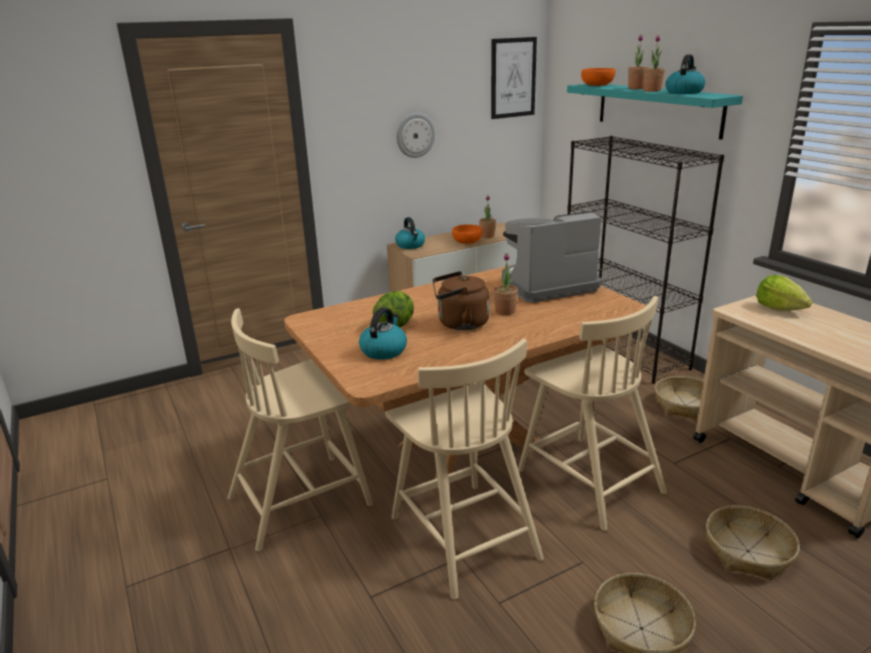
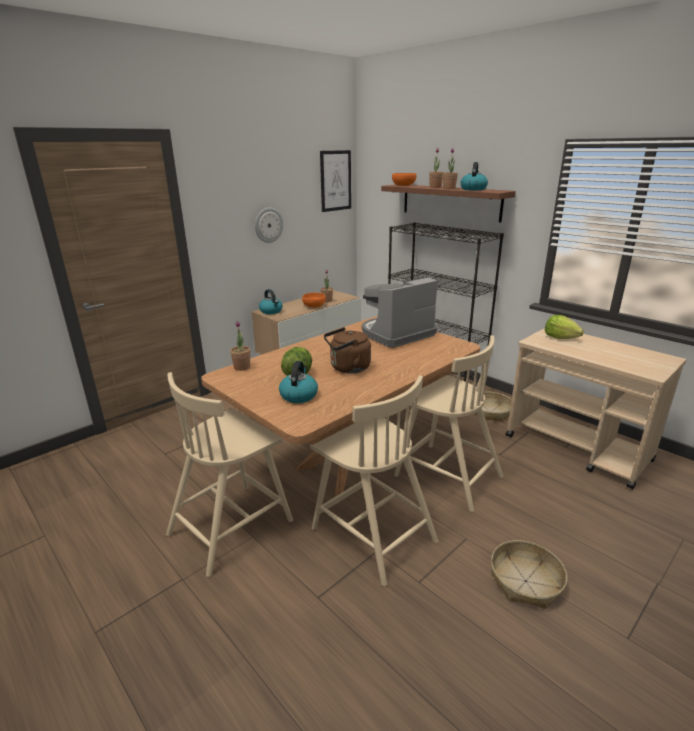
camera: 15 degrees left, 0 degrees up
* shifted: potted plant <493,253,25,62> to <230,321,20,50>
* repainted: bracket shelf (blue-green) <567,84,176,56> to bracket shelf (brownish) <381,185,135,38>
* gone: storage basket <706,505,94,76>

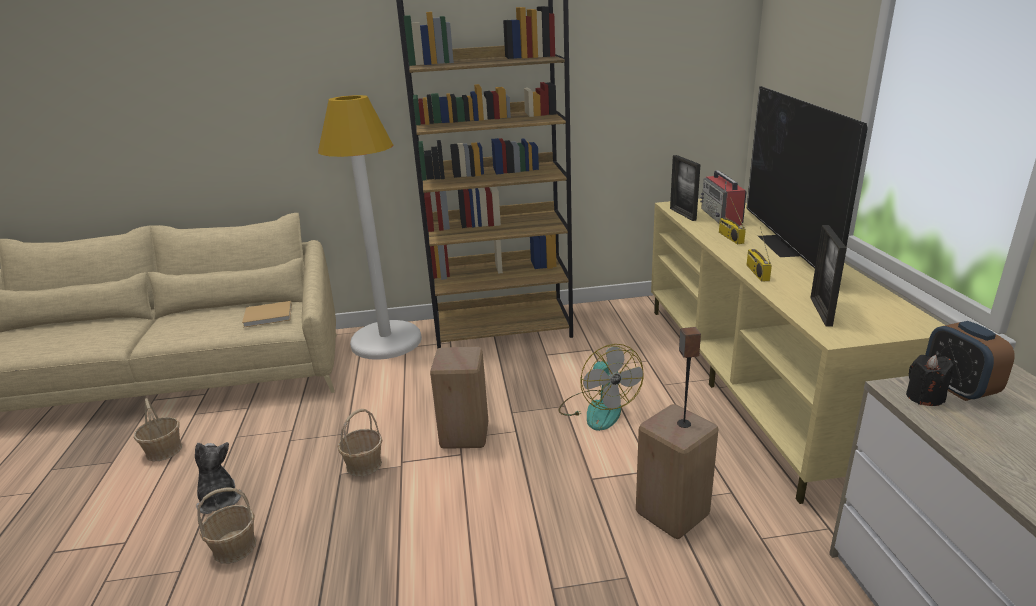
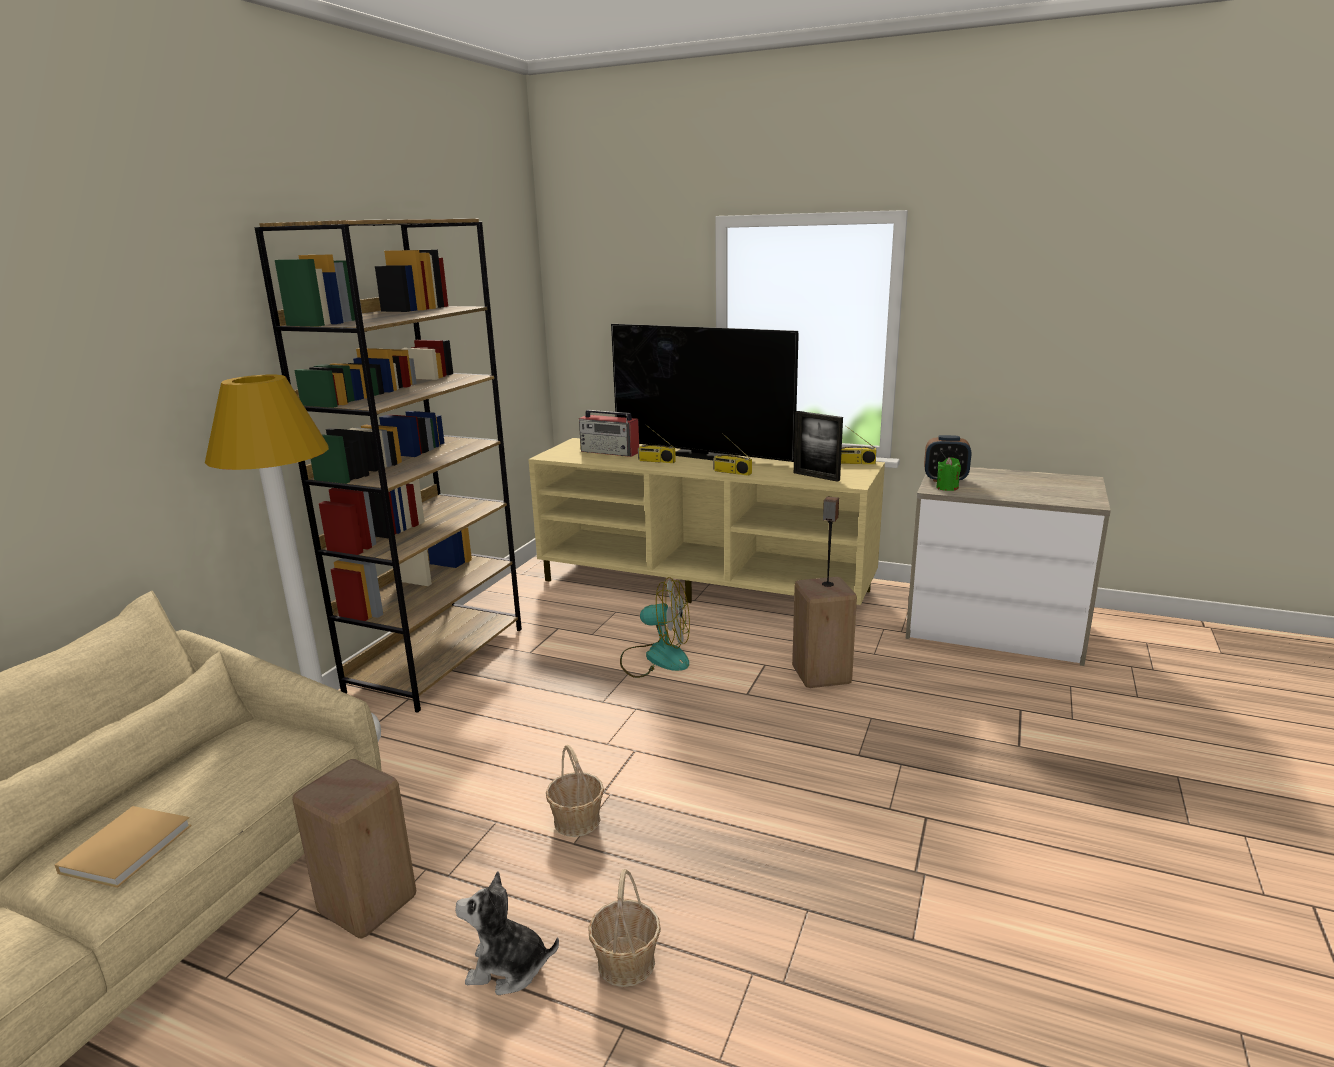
camera: 60 degrees left, 5 degrees down
* gone: storage basket <134,398,48,63>
* shifted: bound book (beige) <242,301,50,27> to <55,806,137,82>
* shifted: sitting stool (beige) <430,347,58,102> to <292,759,124,180>
* gone: picture frame <670,155,31,66>
* repainted: wax candle (blackish) <906,355,47,51> to wax candle (green-coloured) <936,457,25,34>
* new: radio set <841,425,35,39>

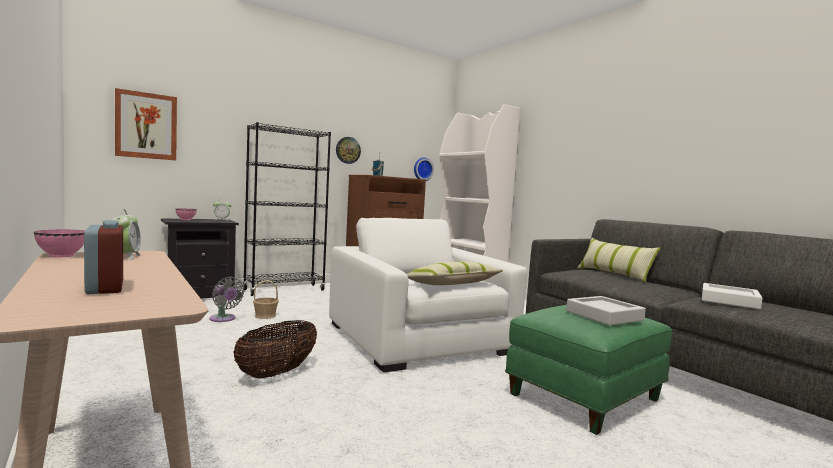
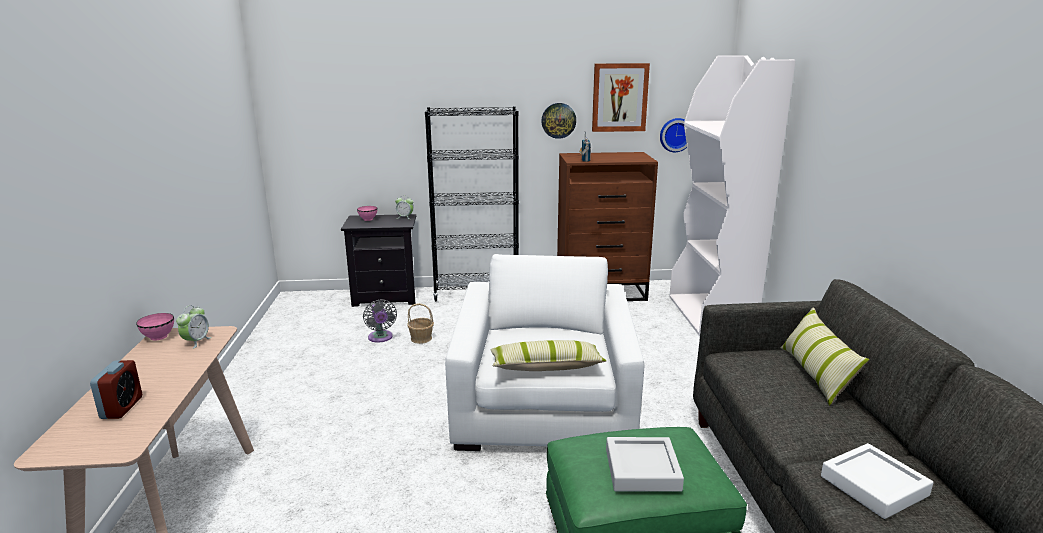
camera: 30 degrees right, 15 degrees up
* shifted: wall picture <115,88,62,72> to <592,63,58,69>
* gone: storage basket <233,320,84,59>

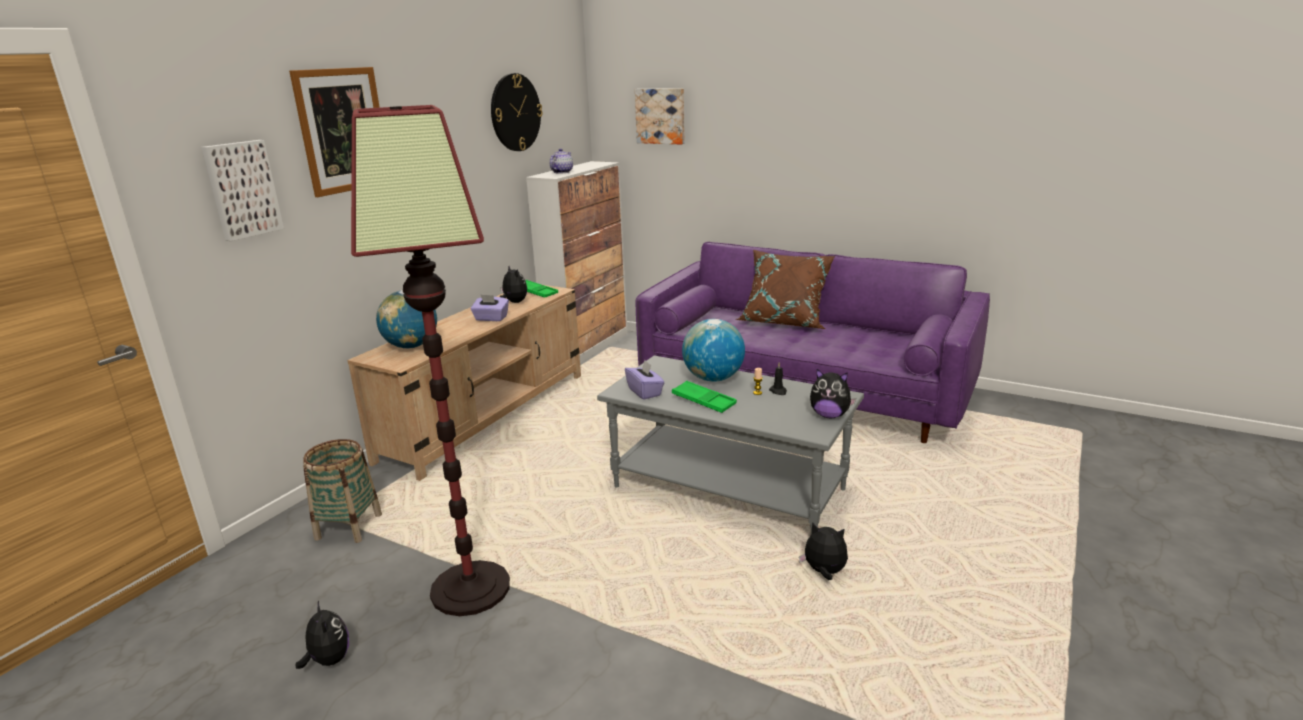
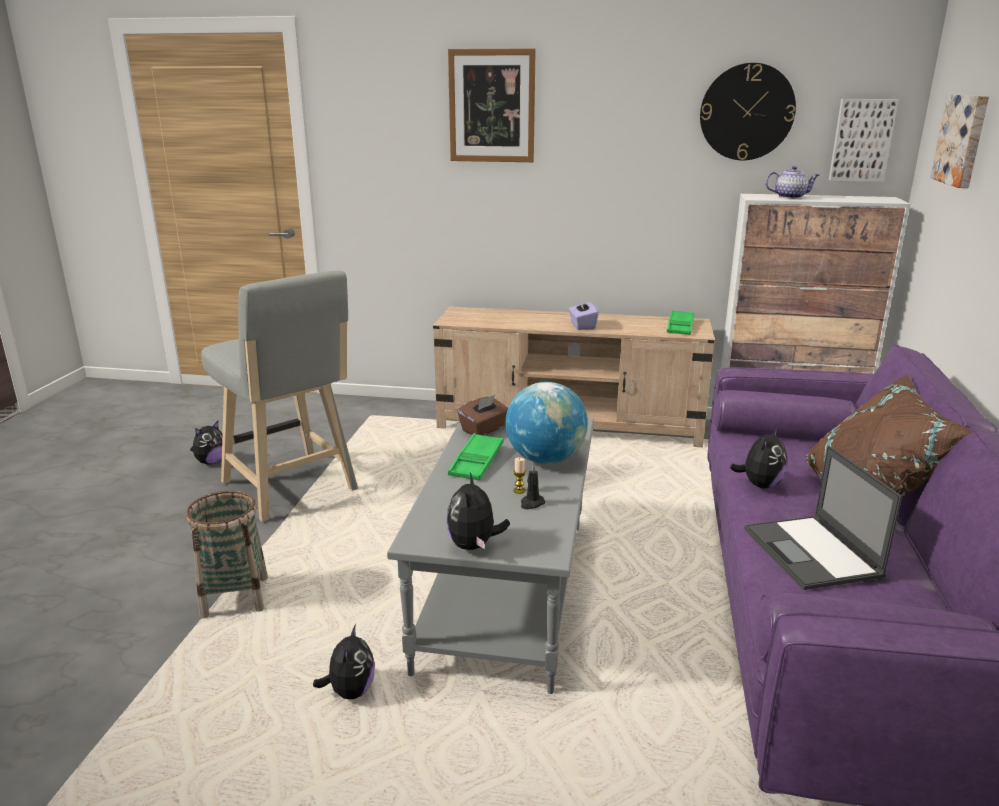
camera: 70 degrees right, 0 degrees up
* shifted: wall picture <202,140,82,101> to <829,99,70,83>
* shifted: storage basket <303,439,79,104> to <186,491,82,127>
* swapped: standing lamp <351,105,159,511> to sitting stool (gray) <201,271,157,251>
* gone: world globe <376,290,61,59>
* shifted: soft toy <500,266,27,37> to <730,428,57,60>
* repainted: box of tissues (purplish) <625,360,40,40> to box of tissues (brownish) <458,394,50,42>
* new: portable computer <744,445,158,145>

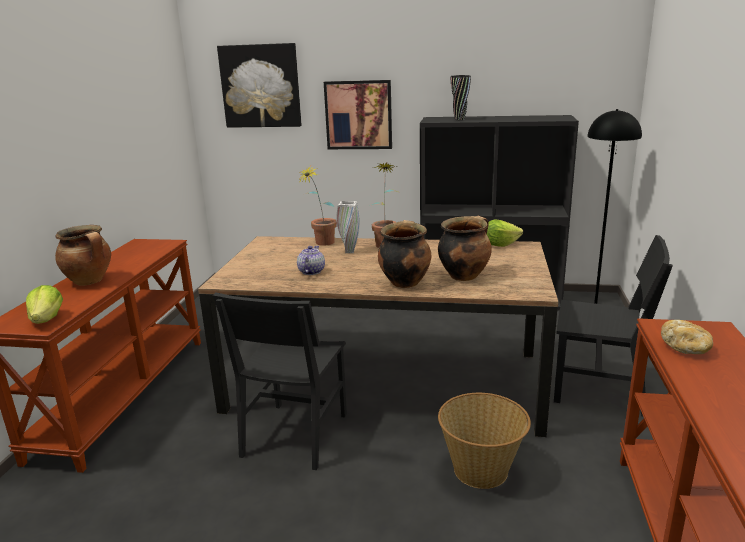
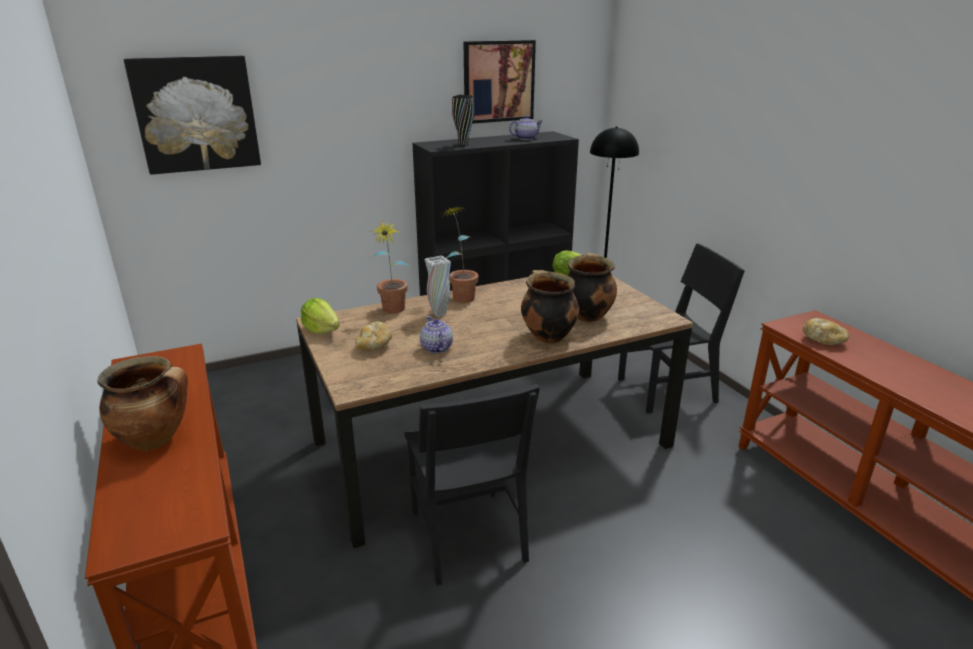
camera: 35 degrees left, 5 degrees up
* shifted: lettuce head <26,285,37,39> to <301,298,39,36>
* shifted: wall picture <324,80,68,69> to <464,40,72,84>
* gone: storage basket <438,393,93,96>
* new: bread <355,321,37,30>
* new: teapot <509,116,33,24>

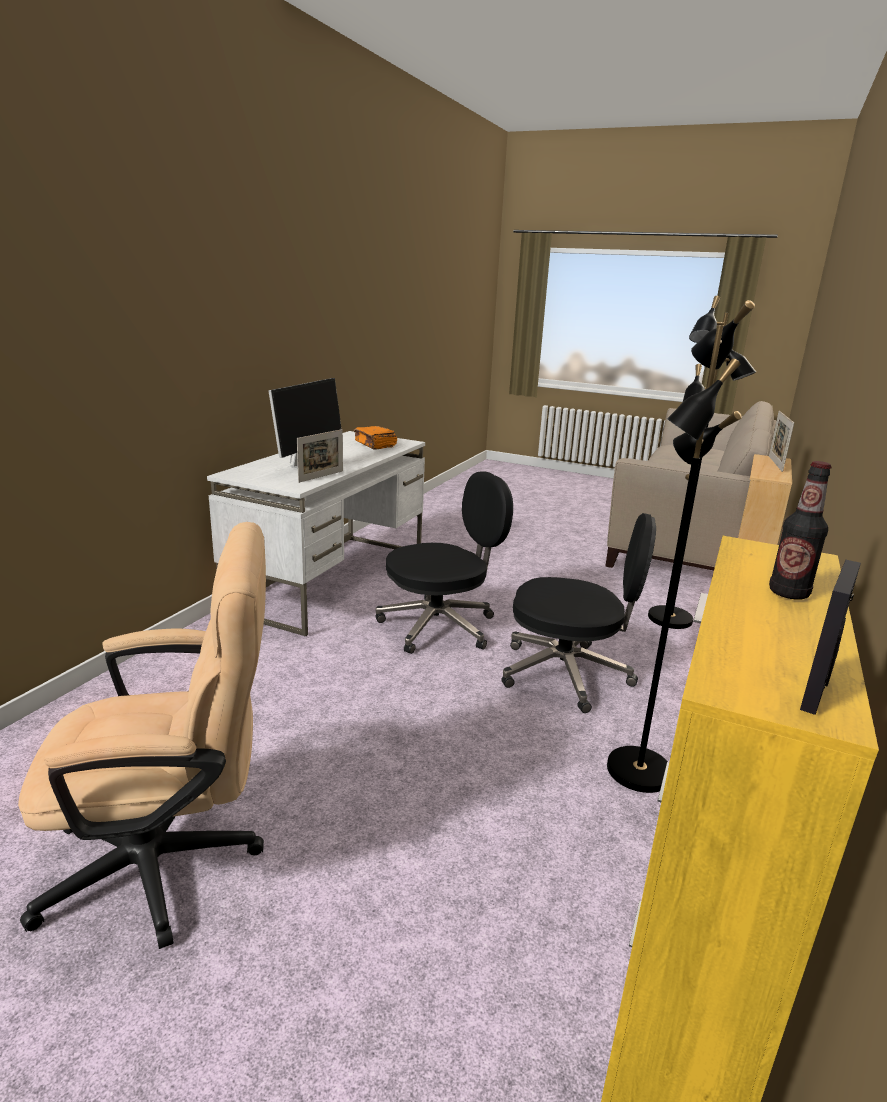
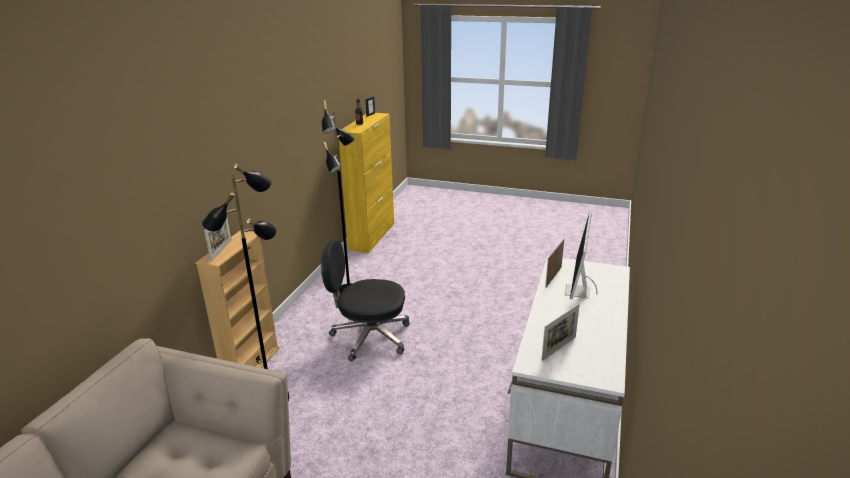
camera: 175 degrees right, 5 degrees up
* gone: office chair (beige) <18,522,248,427>
* swapped: bound book (orangey) <353,426,44,24> to picture frame <541,304,39,57>
* gone: office chair (blackish) <375,471,138,183>

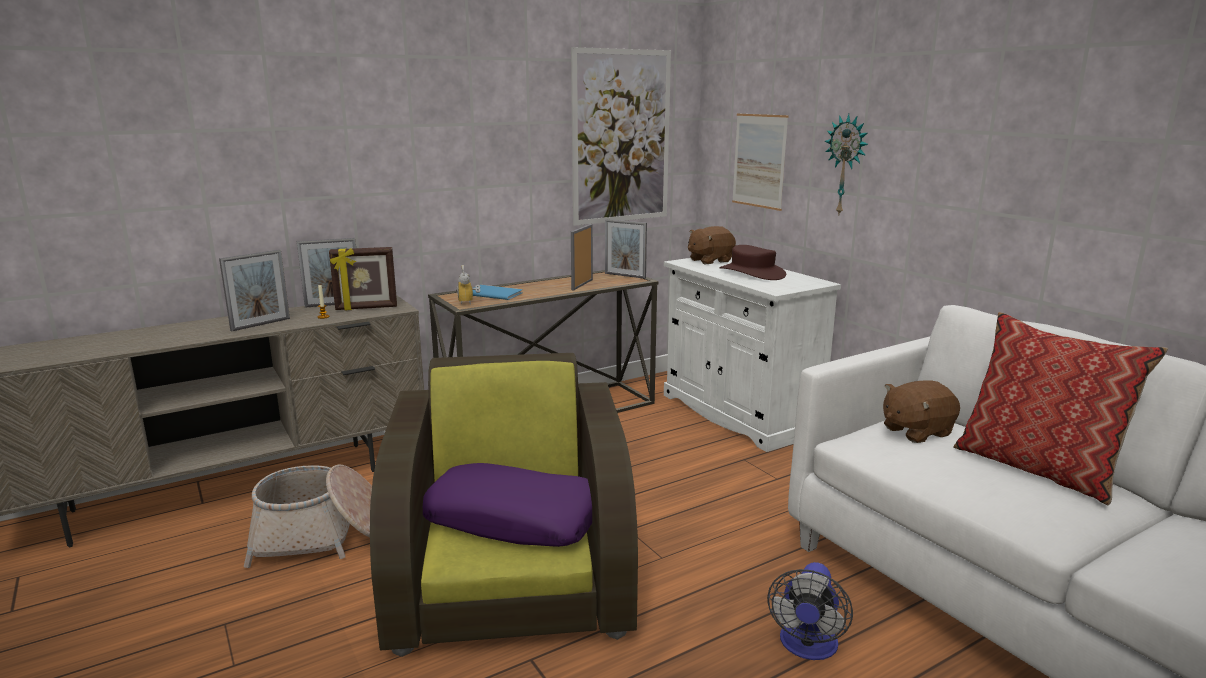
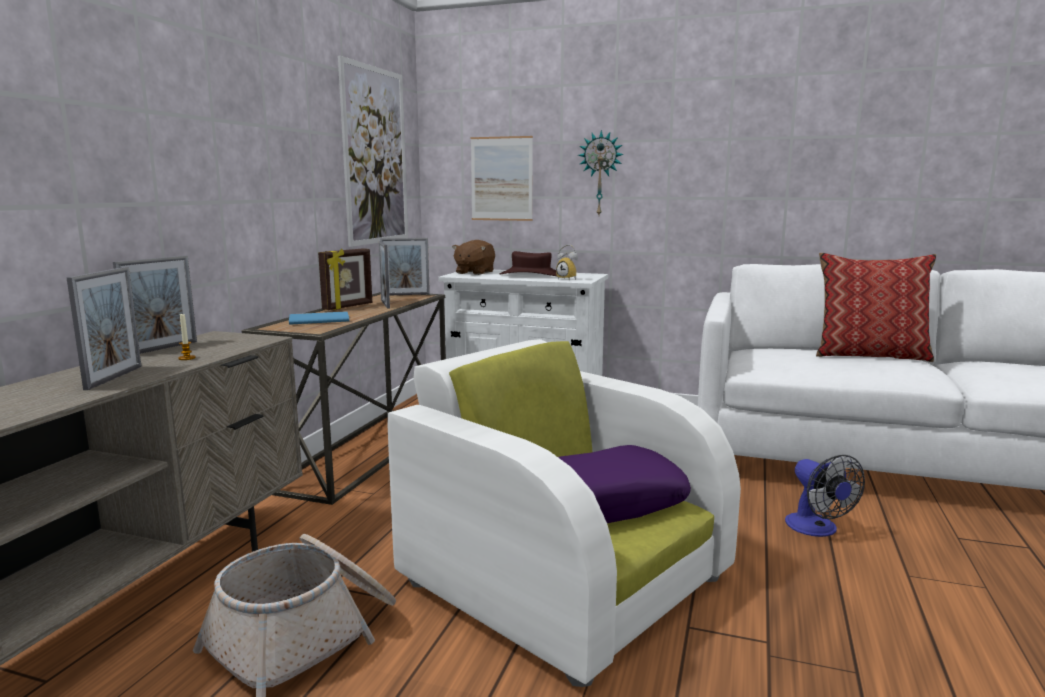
camera: 40 degrees left, 5 degrees down
* shifted: picture frame <329,247,68,63> to <318,248,54,62>
* repainted: easy chair (brownish) <370,353,268,304> to easy chair (whitish) <387,339,354,348>
* shifted: alarm clock <457,265,23,40> to <556,244,22,37>
* gone: soft toy (brownish) <883,380,77,63>

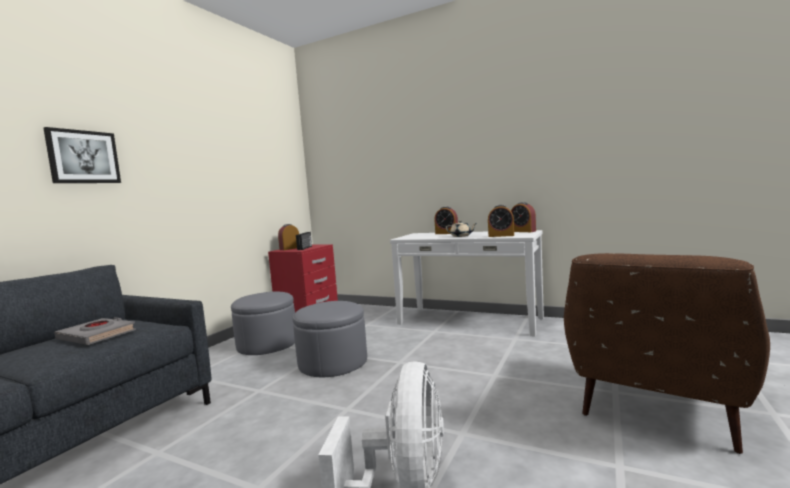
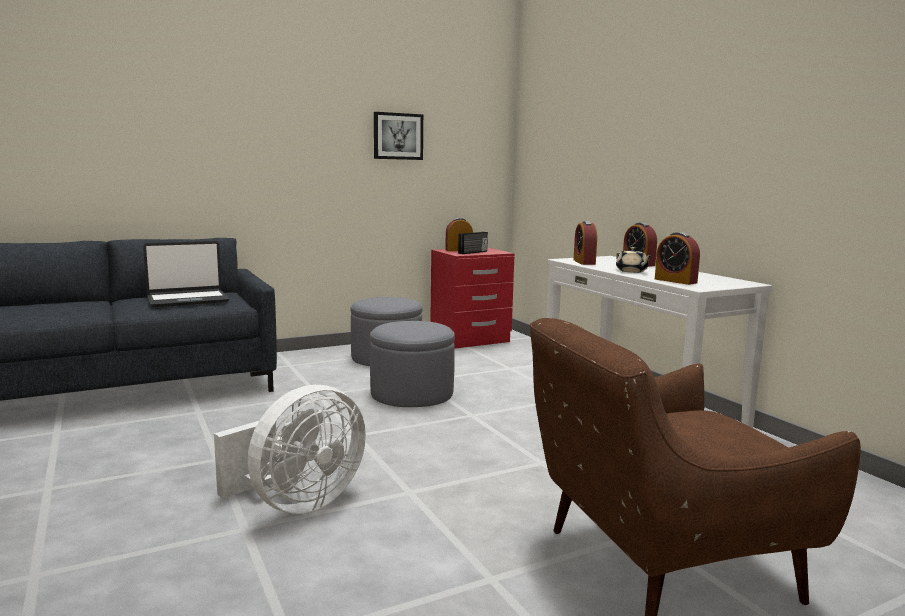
camera: 35 degrees right, 5 degrees up
* shifted: wall picture <44,127,77,56> to <374,112,49,48>
* swapped: bound book (gray) <54,317,82,28> to portable computer <143,241,87,66>
* shifted: alarm clock <511,202,25,30> to <573,221,24,44>

